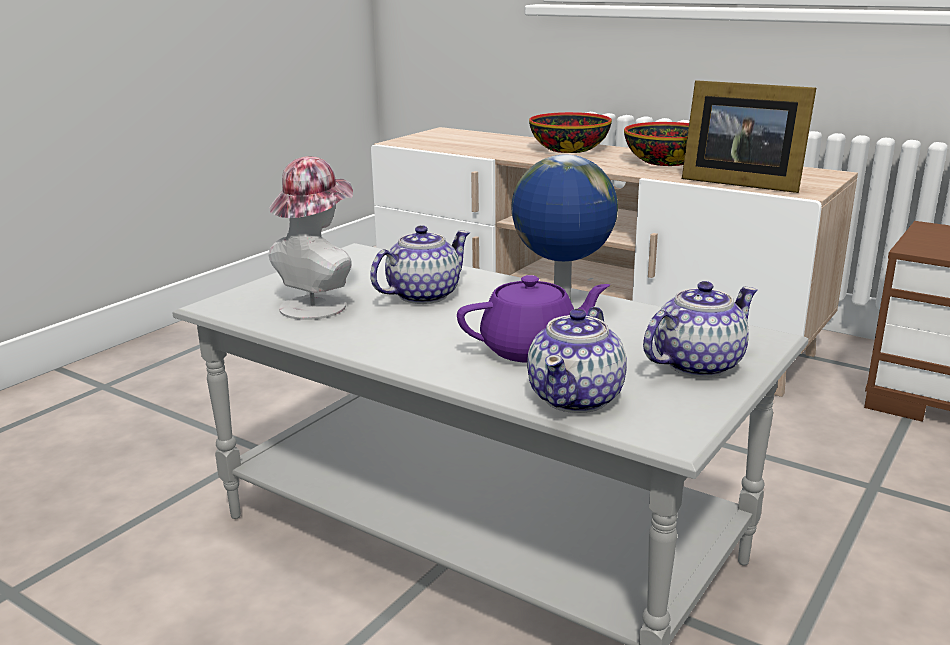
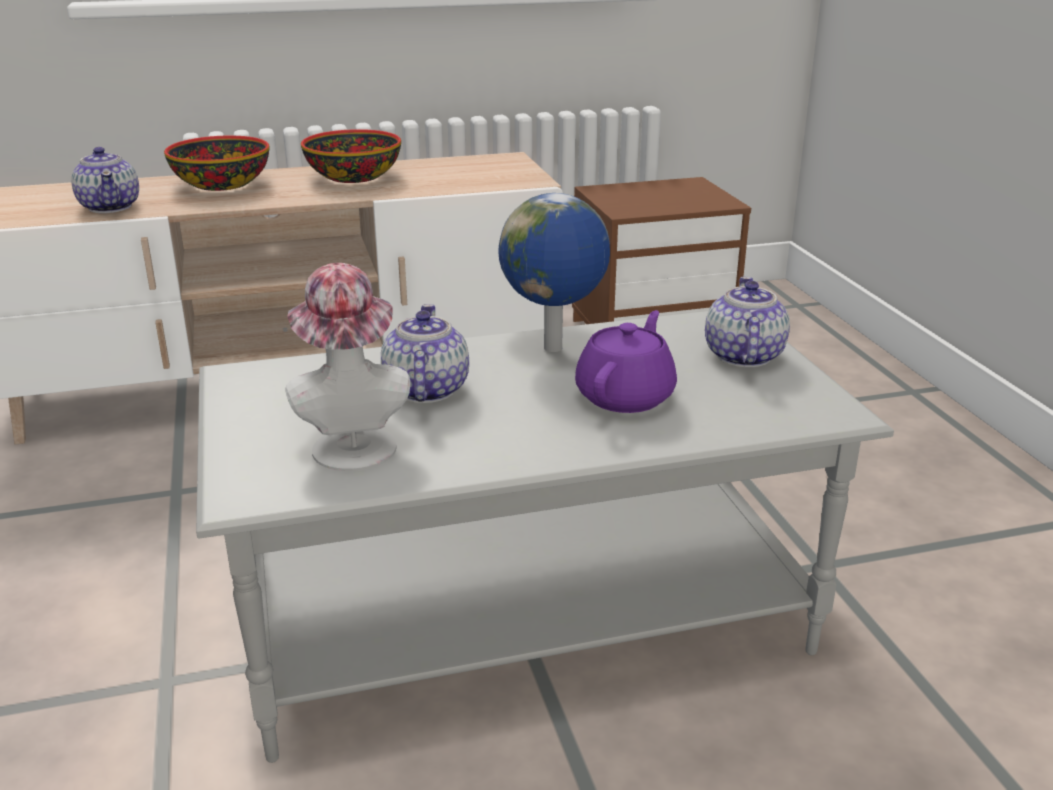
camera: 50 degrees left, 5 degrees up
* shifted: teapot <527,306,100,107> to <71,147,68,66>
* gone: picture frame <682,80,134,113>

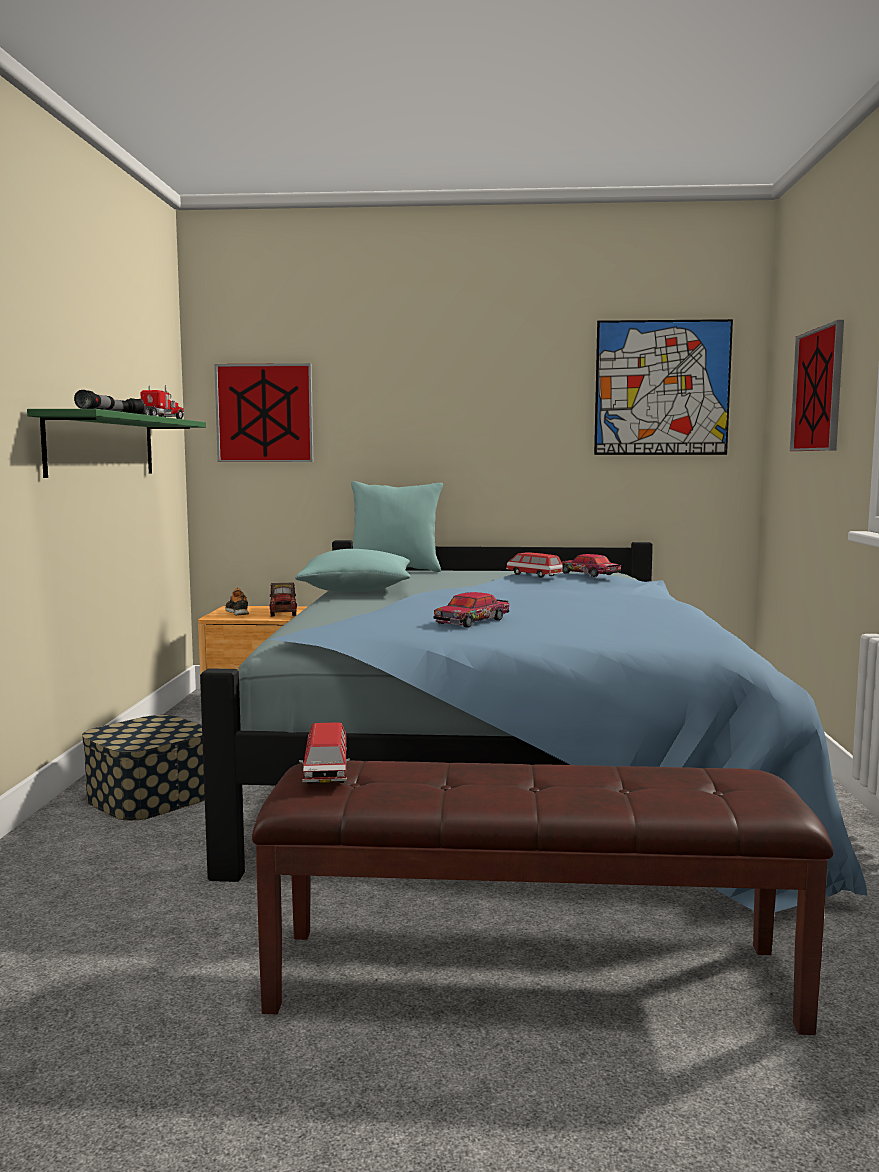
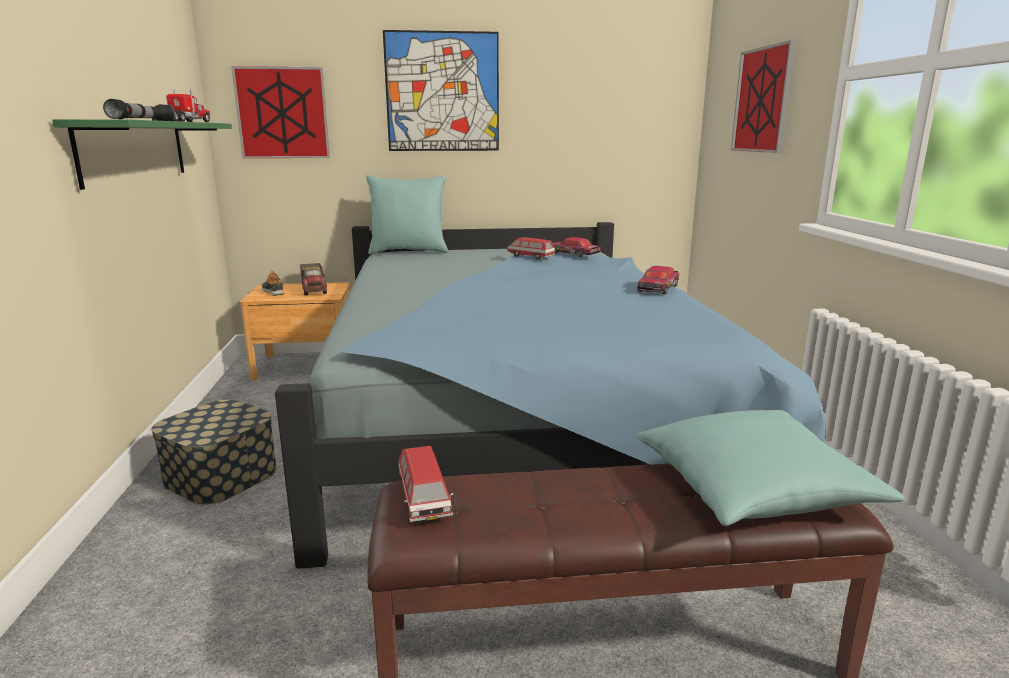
camera: 10 degrees left, 10 degrees up
* shifted: pillow (blue-green) <295,549,115,43> to <636,410,269,116>
* shifted: toy car <434,592,75,36> to <637,266,42,28>
* shifted: wall picture <594,319,139,136> to <383,30,116,121>

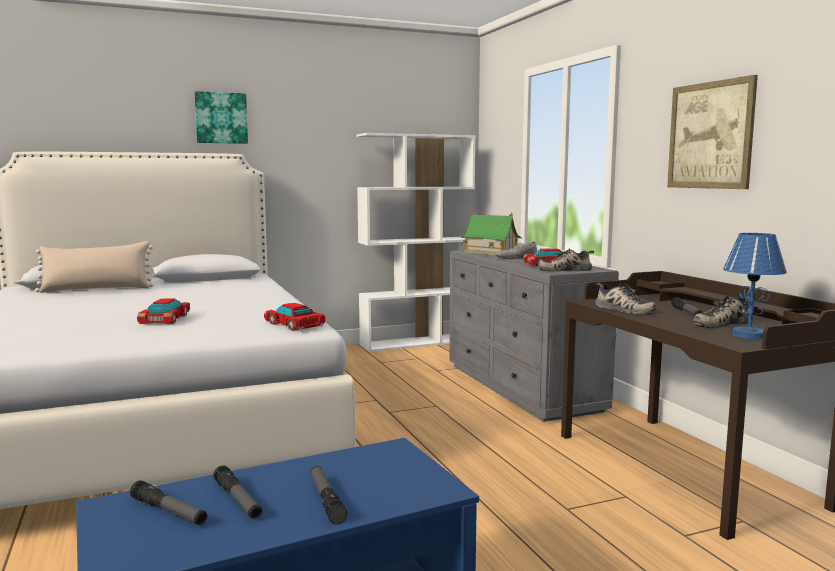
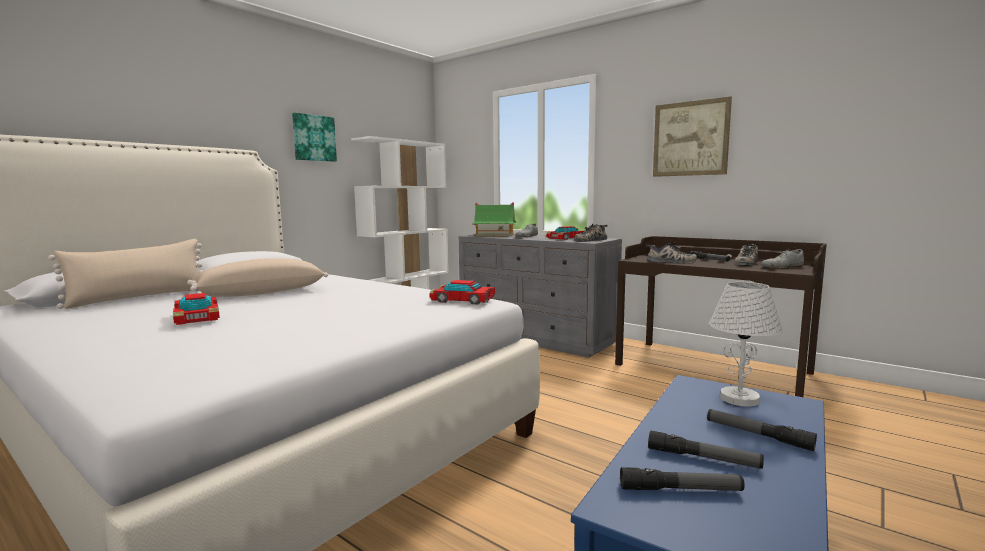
camera: 30 degrees left, 0 degrees up
* shifted: toy car <137,299,53,25> to <173,293,47,32>
* shifted: wall picture <194,91,54,53> to <292,113,45,49>
* swapped: table lamp (blue) <723,233,64,106> to shoe (gray) <761,249,43,20>
* new: pillow (beige) <187,258,141,39>
* new: table lamp (whitish) <709,282,74,125>

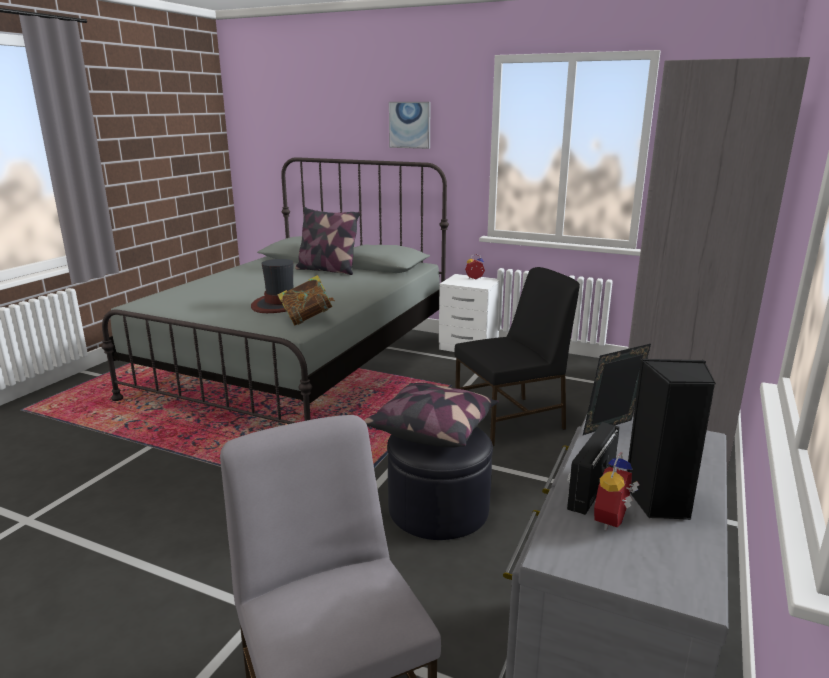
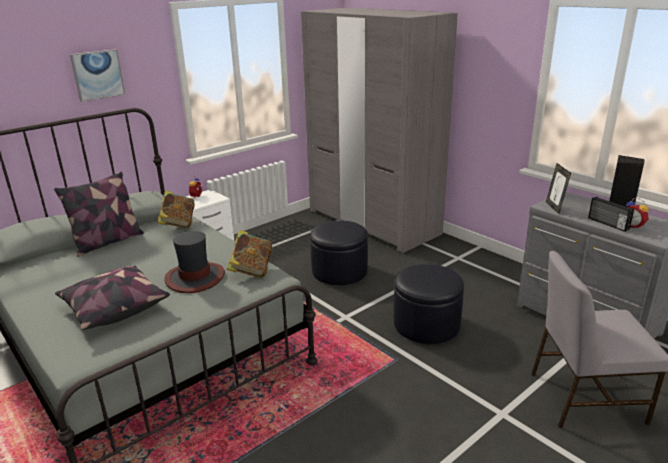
camera: 65 degrees left, 5 degrees up
* shifted: pillow <364,383,135,65> to <55,266,115,64>
* swapped: upright chair (blackish) <454,267,126,179> to footrest (blackish) <310,221,58,64>
* new: bound book <157,191,38,38>

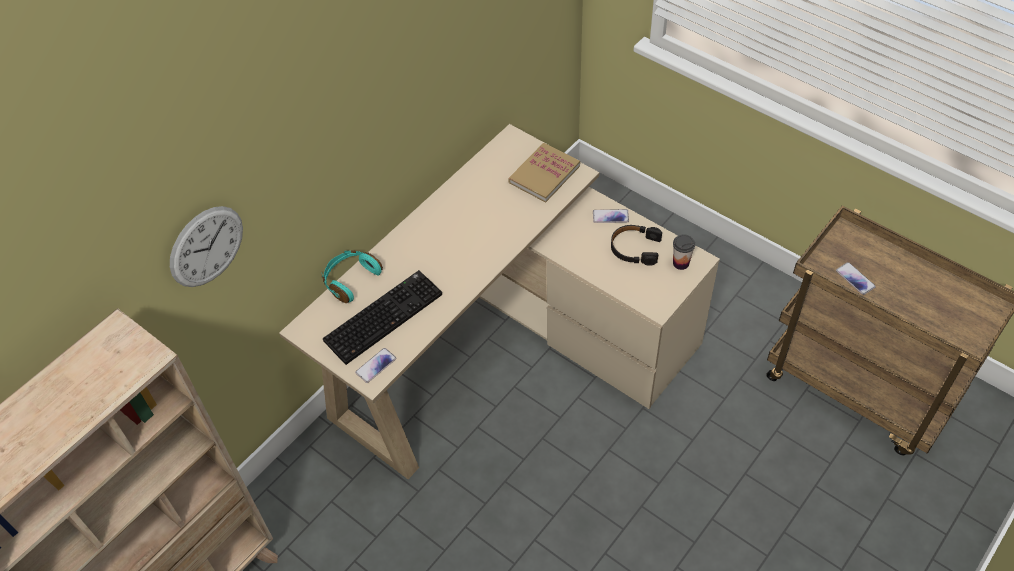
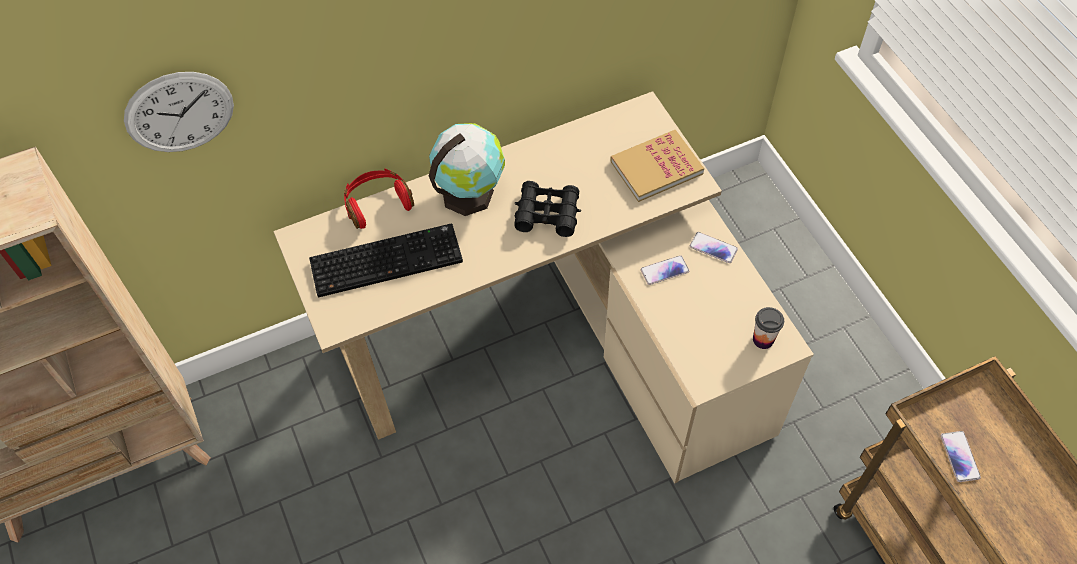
camera: 25 degrees right, 5 degrees up
* repainted: pair of headphones (blue-green) <321,250,62,53> to pair of headphones (red) <344,169,70,60>
* shifted: phone <355,348,42,35> to <641,255,48,30>
* gone: pair of headphones (blackish) <611,225,51,41>
* new: world globe <429,123,76,93>
* new: binoculars (blackish) <514,181,67,56>

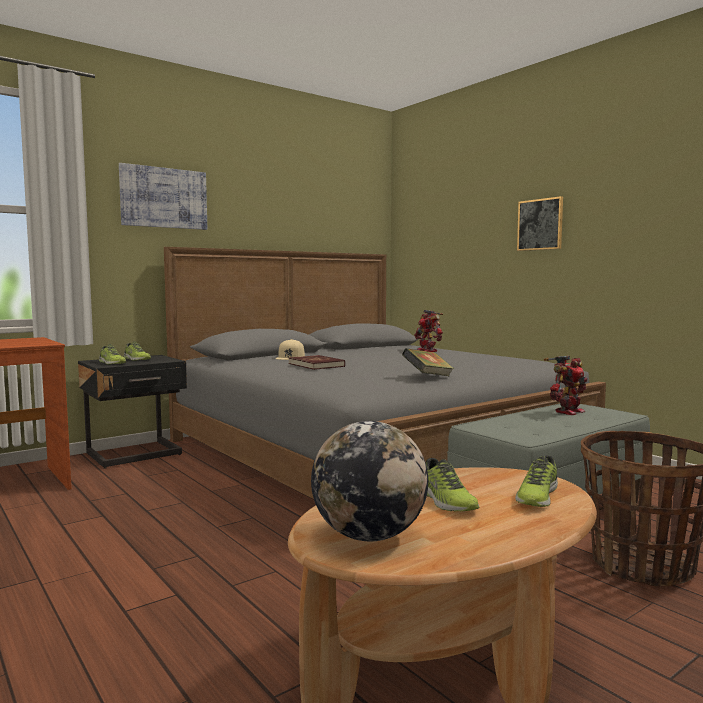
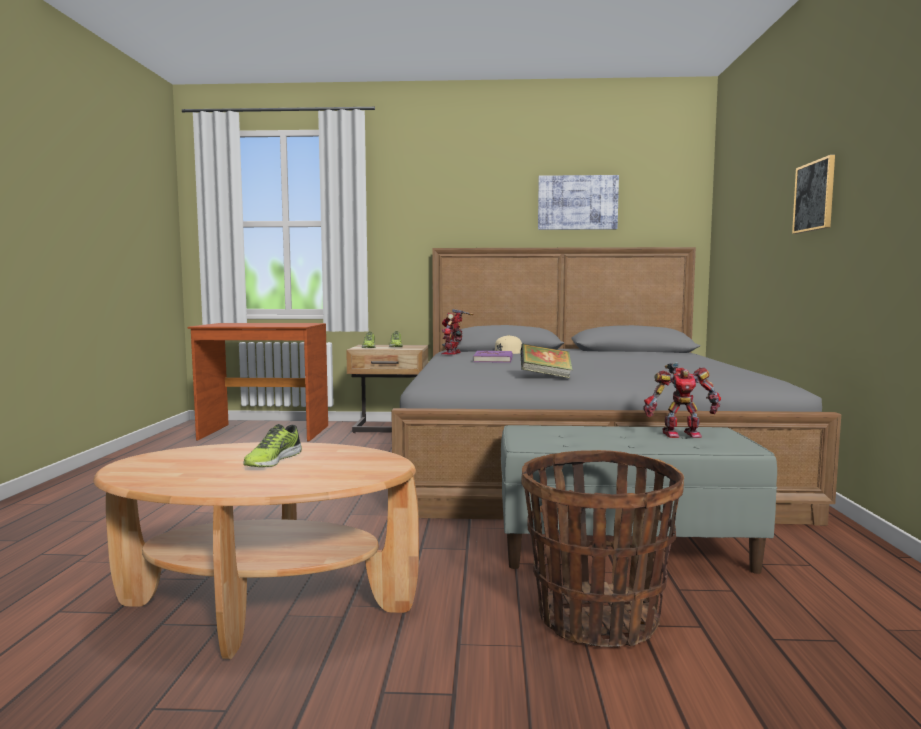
camera: 40 degrees right, 0 degrees up
* repainted: night table (blackish) <78,355,109,114> to night table (beige) <346,345,82,88>
* shifted: wall picture <119,163,88,67> to <538,175,81,55>
* repainted: bound book (red) <289,355,56,15> to bound book (purplish) <474,351,39,12>
* gone: world globe <311,421,117,120>
* shifted: toy robot <414,310,29,42> to <441,309,32,46>
* gone: shoe <515,456,43,51>

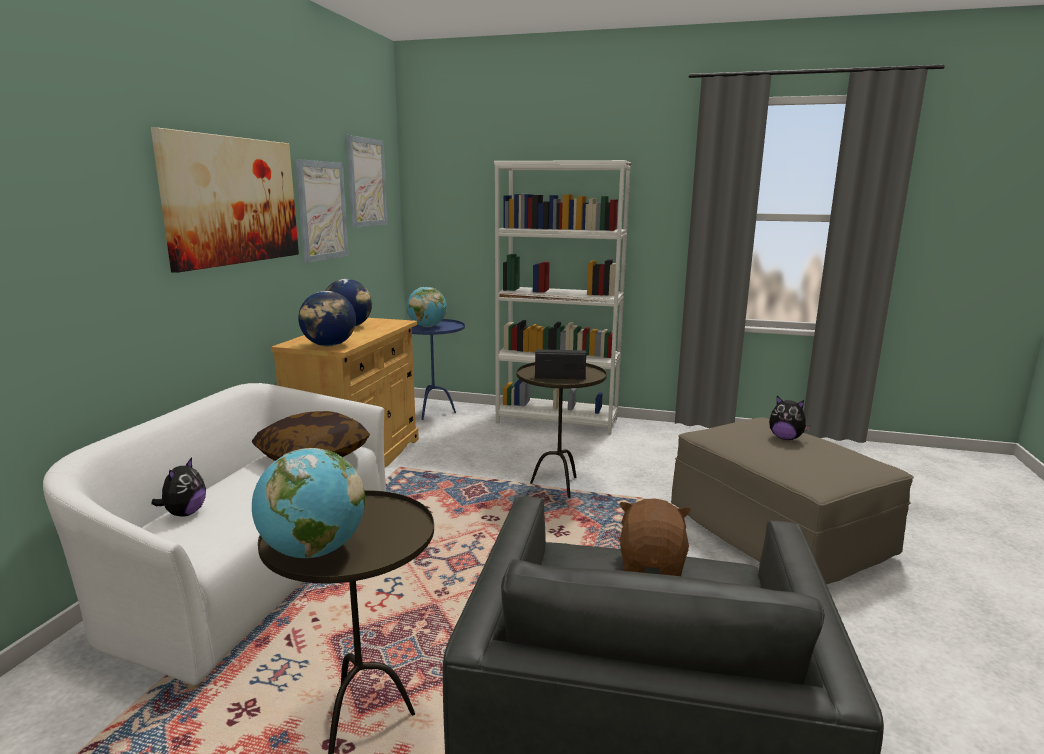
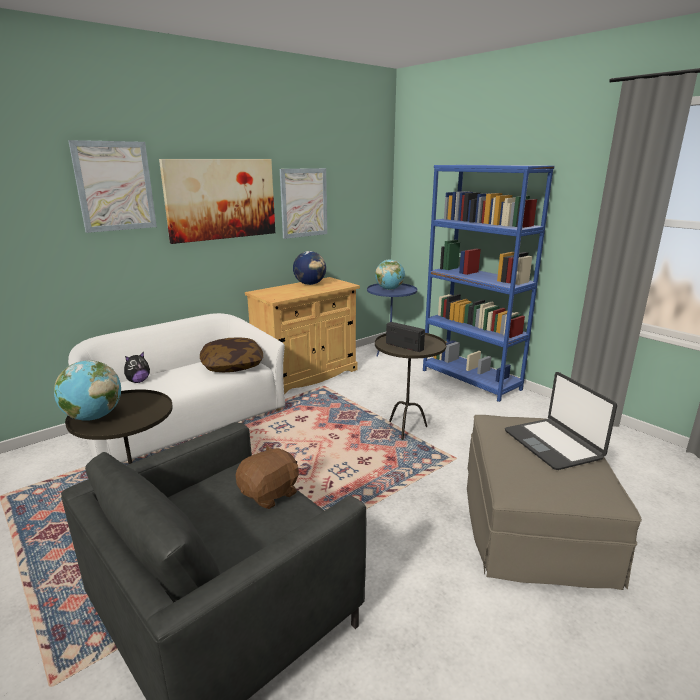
camera: 35 degrees right, 5 degrees up
* gone: world globe <298,291,58,55>
* shifted: wall picture <346,135,42,93> to <68,140,89,93>
* repainted: shelving unit (whitish) <494,160,137,275> to shelving unit (blue) <423,165,132,237>
* swapped: soft toy <769,396,42,44> to portable computer <505,372,112,98>

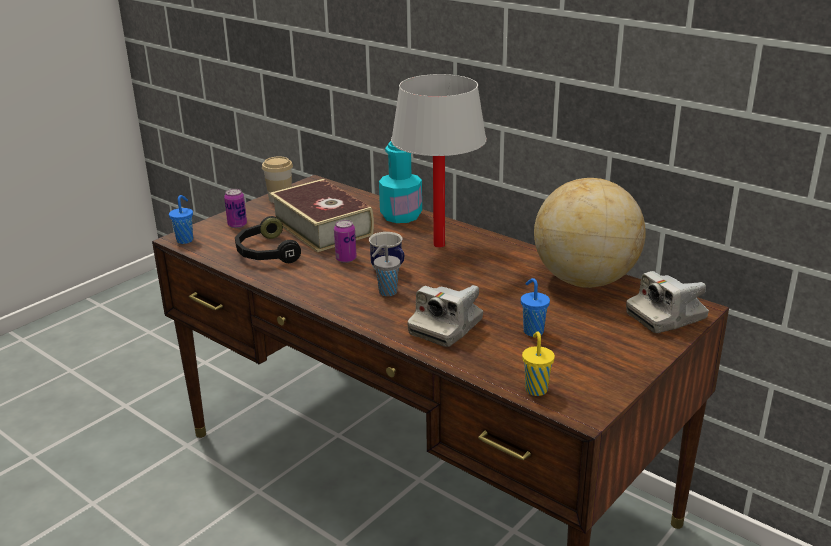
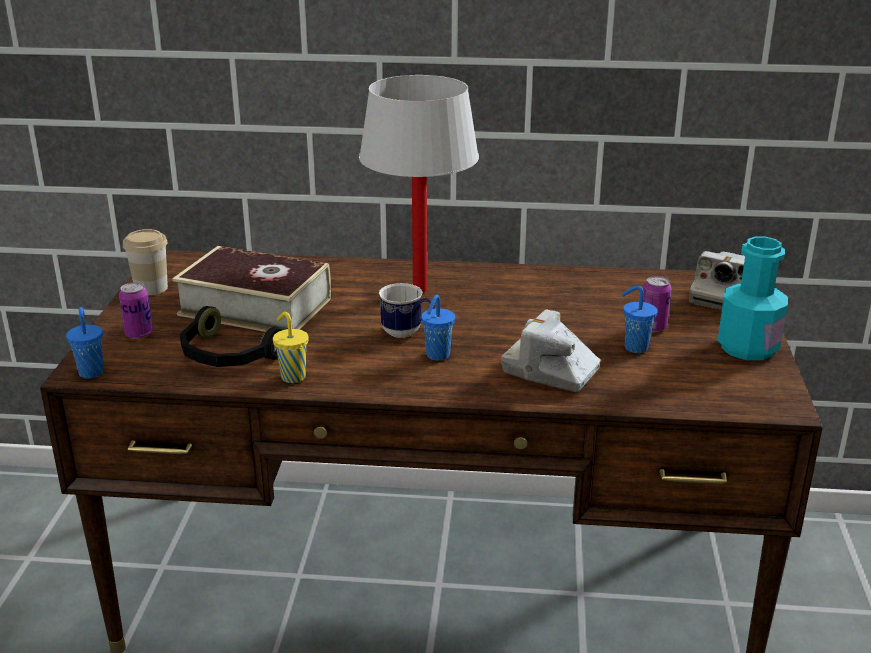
camera: 35 degrees left, 0 degrees up
* shifted: sealed can <334,220,23,43> to <643,276,29,56>
* repainted: drinking cup (gray) <372,244,28,52> to drinking cup (blue) <421,295,34,66>
* shifted: bottle (blue-green) <379,141,43,82> to <717,237,71,123>
* rotated: still camera <408,285,75,62> = <501,309,100,83> 120 degrees clockwise
* shifted: drinking cup (yellowish) <522,331,33,65> to <273,312,35,71>
* gone: world globe <534,178,112,110>

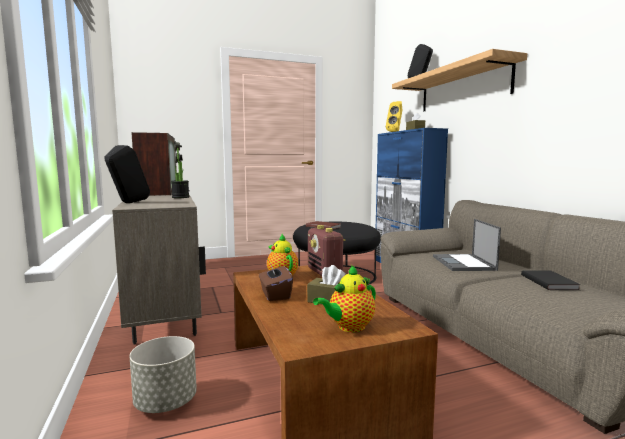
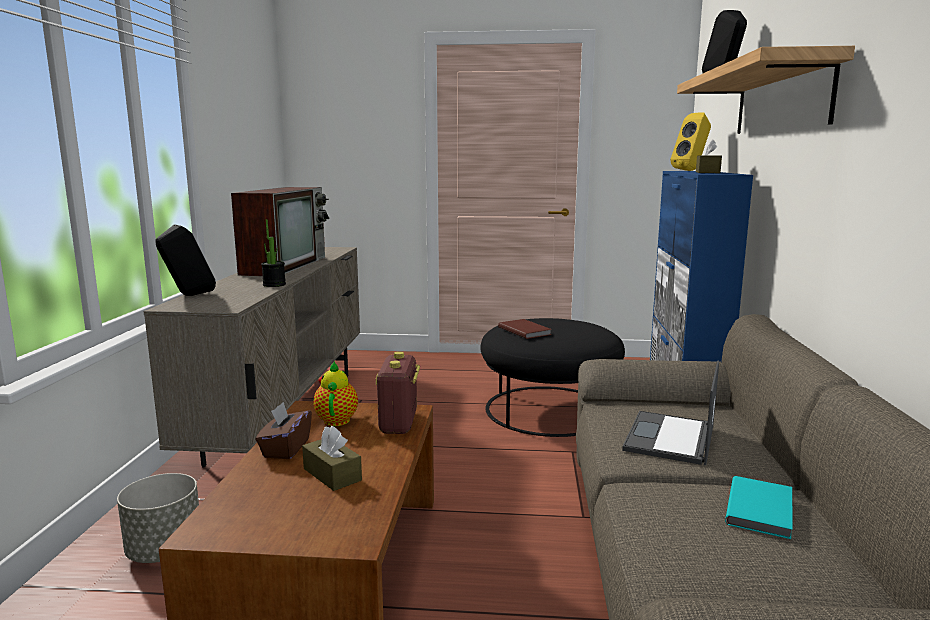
camera: 25 degrees right, 5 degrees up
* gone: teapot <313,265,63,67>
* repainted: bound book (blackish) <521,270,60,20> to bound book (blue-green) <725,476,68,63>

